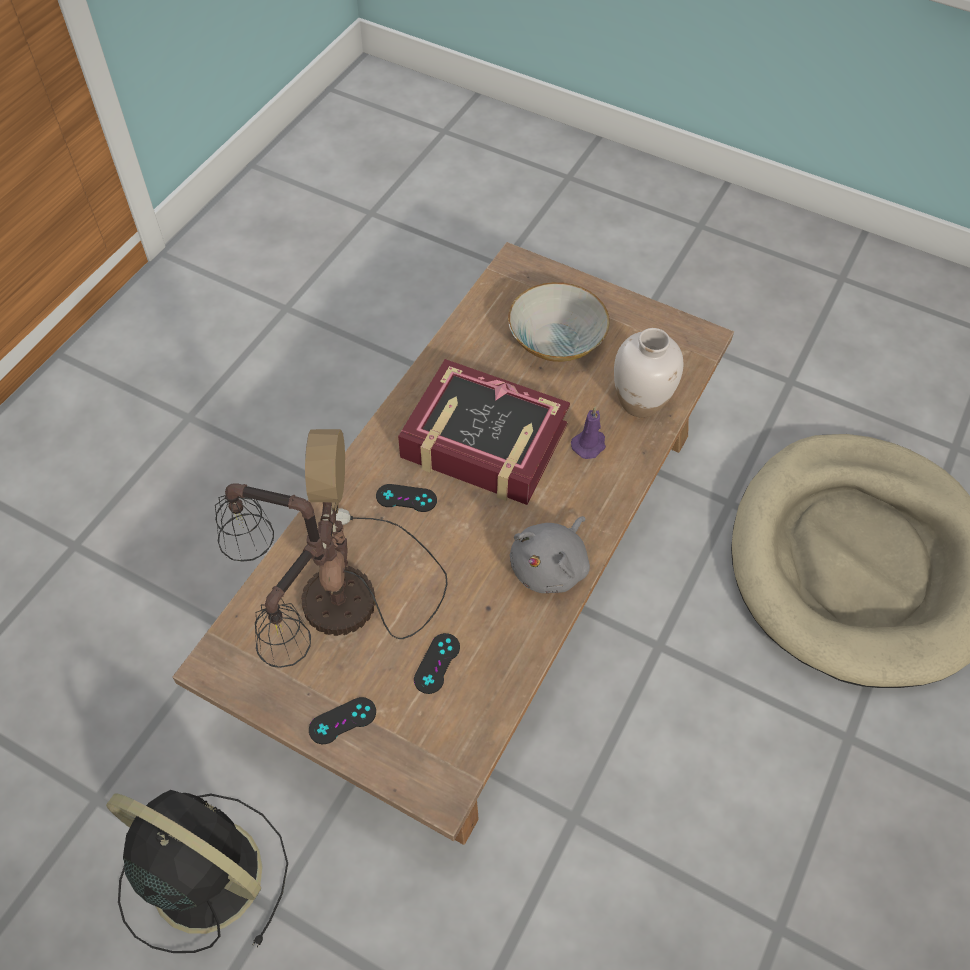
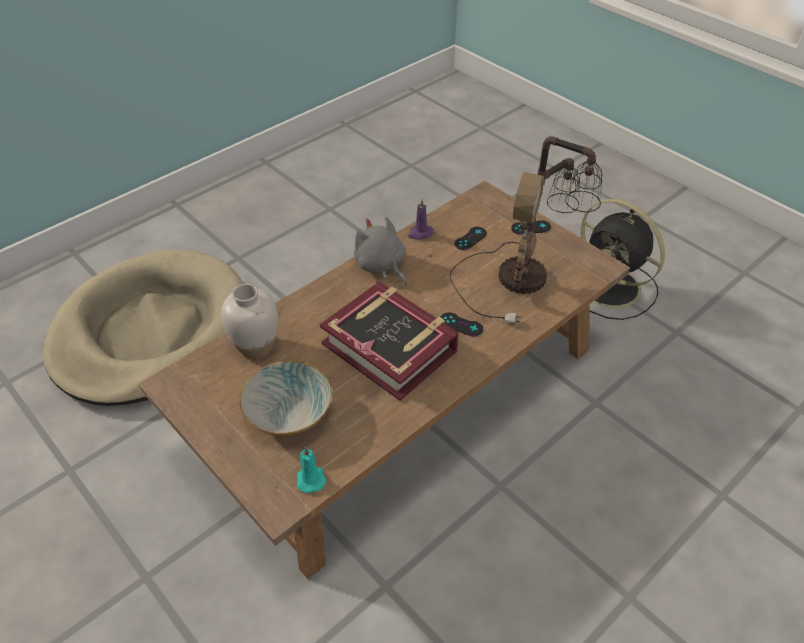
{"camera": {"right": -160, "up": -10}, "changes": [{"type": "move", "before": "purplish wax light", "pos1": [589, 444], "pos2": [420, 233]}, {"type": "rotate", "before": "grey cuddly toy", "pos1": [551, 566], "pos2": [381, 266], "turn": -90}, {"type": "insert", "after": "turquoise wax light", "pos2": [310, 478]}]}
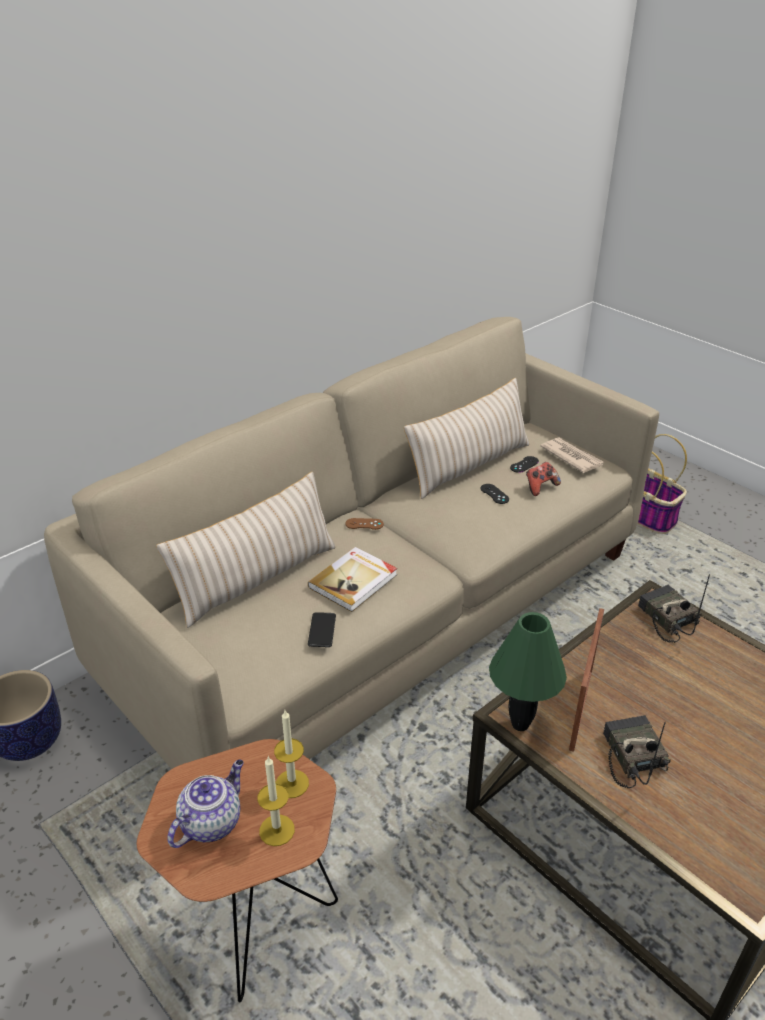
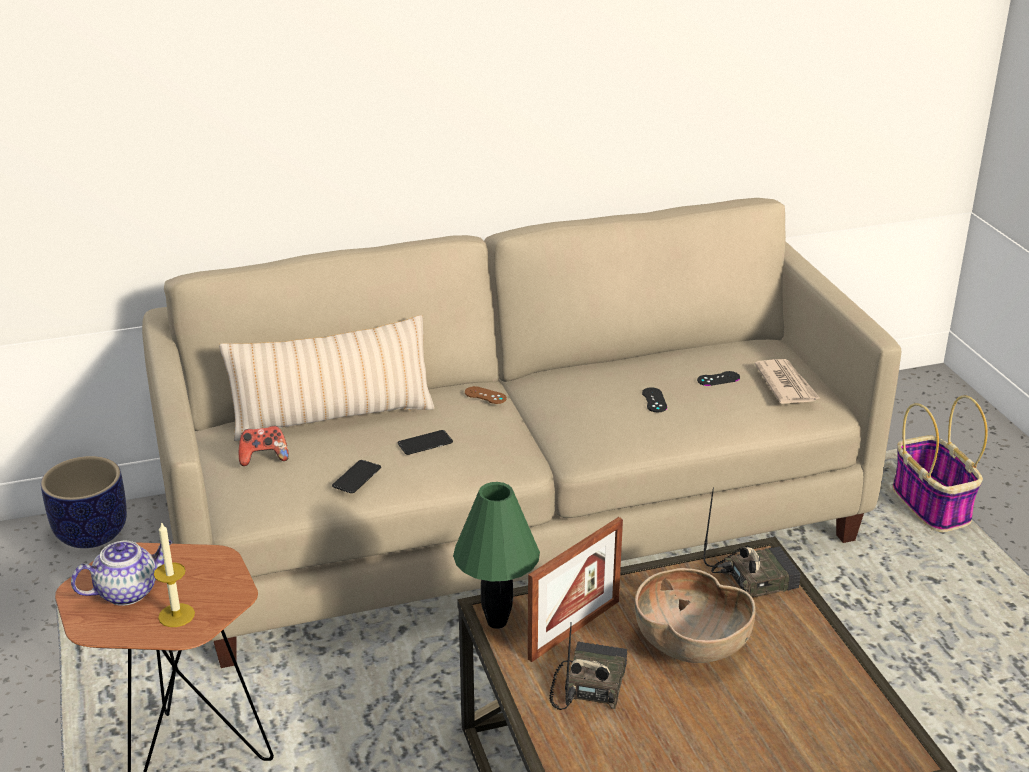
{"camera": {"right": 25, "up": -5}, "changes": [{"type": "delete", "before": "sand-coloured cushion", "pos1": [469, 466]}, {"type": "move", "before": "game controller", "pos1": [540, 487], "pos2": [264, 457]}, {"type": "replace", "before": "volume", "after": "phone", "pos1": [354, 581], "pos2": [425, 443]}, {"type": "rotate", "before": "radio set", "pos1": [665, 618], "pos2": [755, 578], "turn": 75}, {"type": "delete", "before": "wax light", "pos1": [292, 783]}, {"type": "insert", "after": "brown bowl", "pos2": [690, 645]}]}
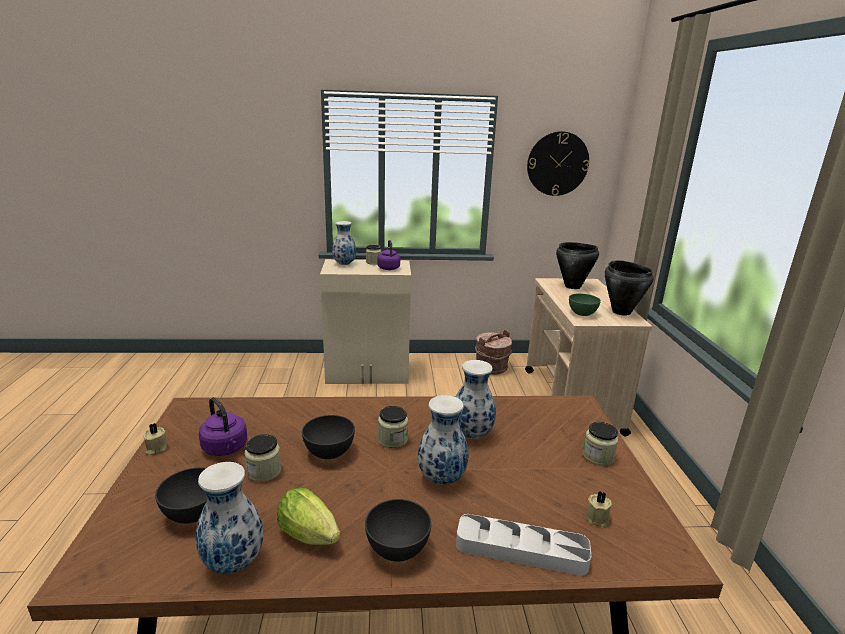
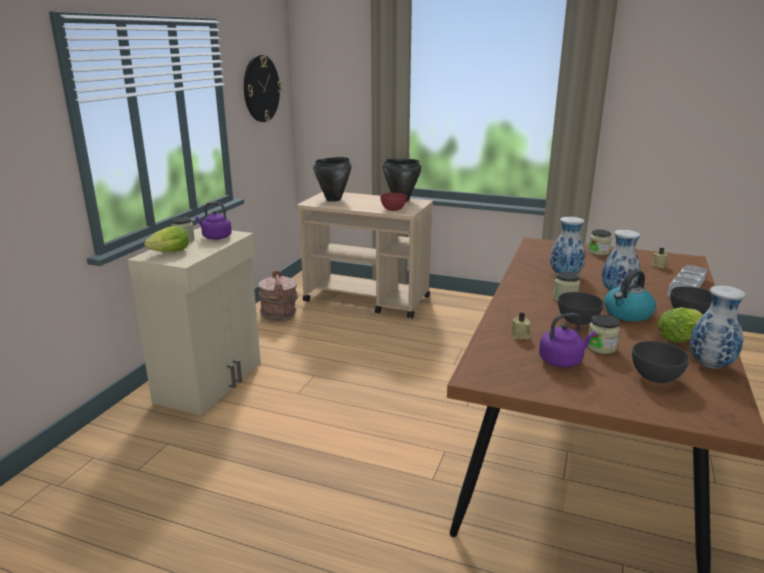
{"camera": {"right": -65, "up": 0}, "changes": [{"type": "replace", "before": "flower vase", "after": "lettuce", "pos1": [344, 264], "pos2": [168, 253]}, {"type": "recolor", "before": "greenish bowl", "after": "red bowl", "pos1": [582, 313], "pos2": [393, 209]}, {"type": "move", "before": "sand-coloured wax light", "pos1": [155, 448], "pos2": [520, 336]}, {"type": "insert", "after": "water kettle", "pos2": [627, 314]}]}
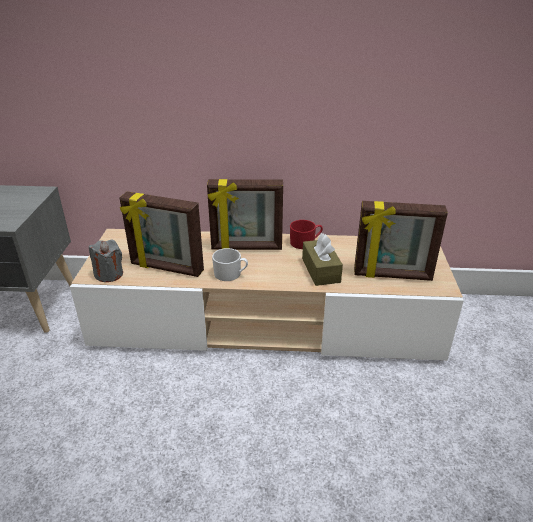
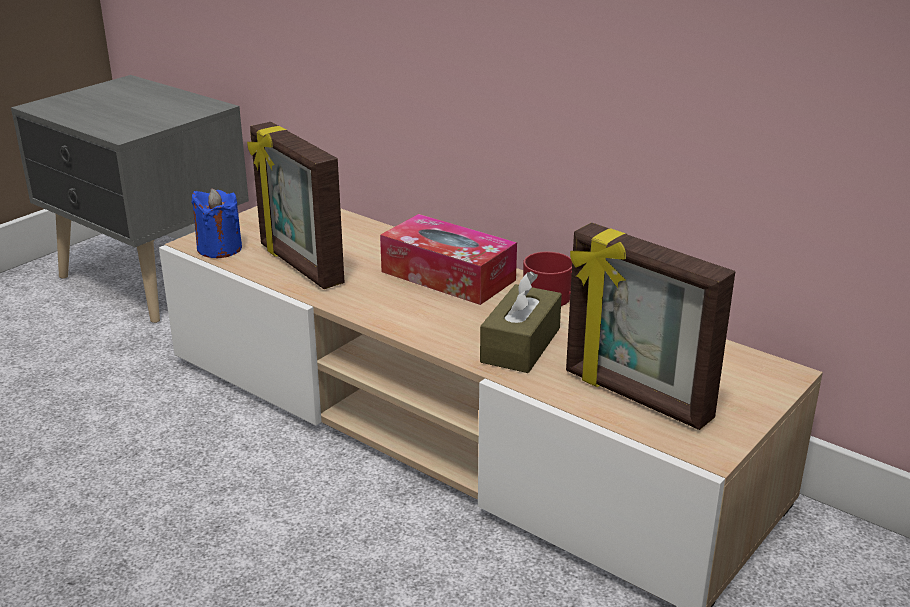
{"camera": {"right": 35, "up": -5}, "changes": [{"type": "replace", "before": "picture frame", "after": "tissue holder", "pos1": [246, 248], "pos2": [448, 276]}, {"type": "recolor", "before": "grey wax light", "after": "blue wax light", "pos1": [109, 274], "pos2": [219, 248]}, {"type": "delete", "before": "whitish tea mug", "pos1": [231, 274]}]}
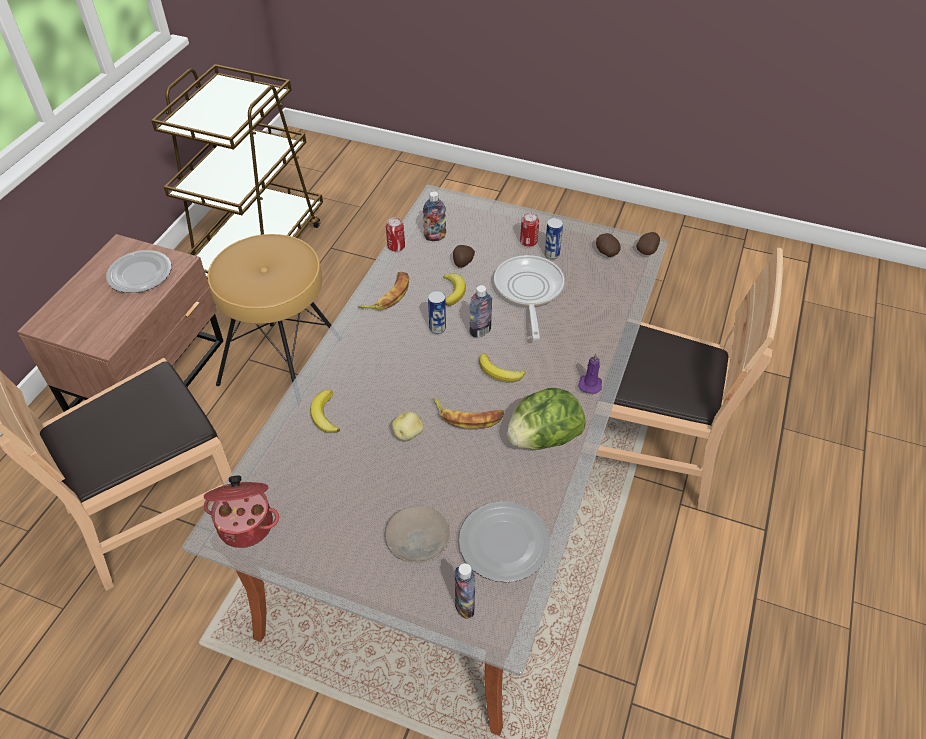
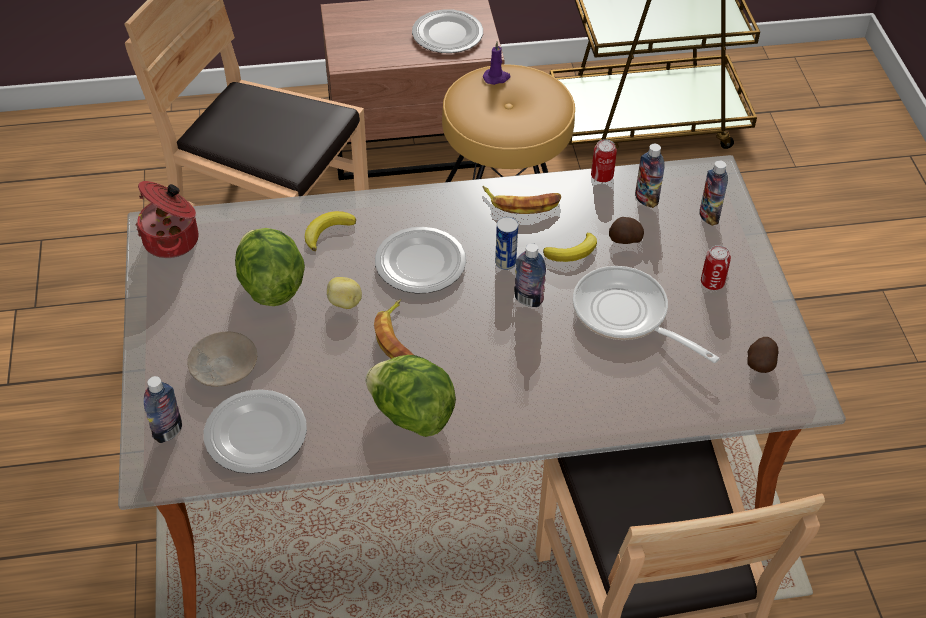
{"camera": {"right": 60, "up": 0}, "changes": [{"type": "delete", "before": "can", "pos1": [551, 254]}, {"type": "delete", "before": "potato", "pos1": [647, 250]}, {"type": "rotate", "before": "skillet", "pos1": [528, 291], "pos2": [626, 315], "turn": -105}, {"type": "delete", "before": "banana", "pos1": [499, 372]}, {"type": "move", "before": "purplish wax light", "pos1": [590, 383], "pos2": [496, 78]}, {"type": "insert", "after": "drink bottle", "pos2": [709, 216]}, {"type": "insert", "after": "flat dish", "pos2": [419, 263]}, {"type": "insert", "after": "lettuce", "pos2": [270, 285]}]}
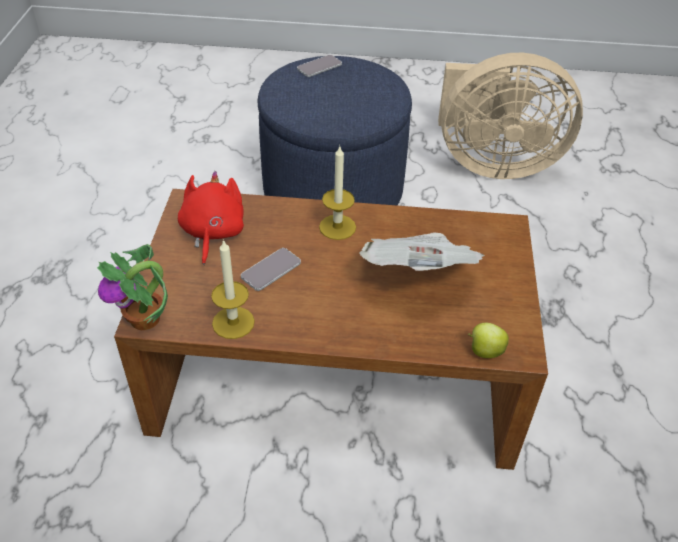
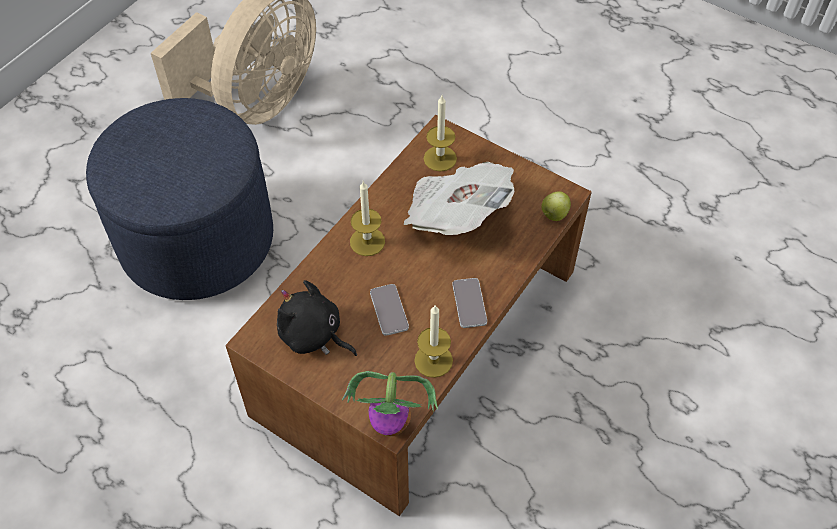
{"camera": {"right": -60, "up": 10}, "changes": [{"type": "move", "before": "phone", "pos1": [319, 67], "pos2": [469, 303]}, {"type": "recolor", "before": "red cuddly toy", "after": "black-coloured cuddly toy", "pos1": [212, 233], "pos2": [313, 335]}, {"type": "insert", "after": "wax light", "pos2": [440, 158]}]}
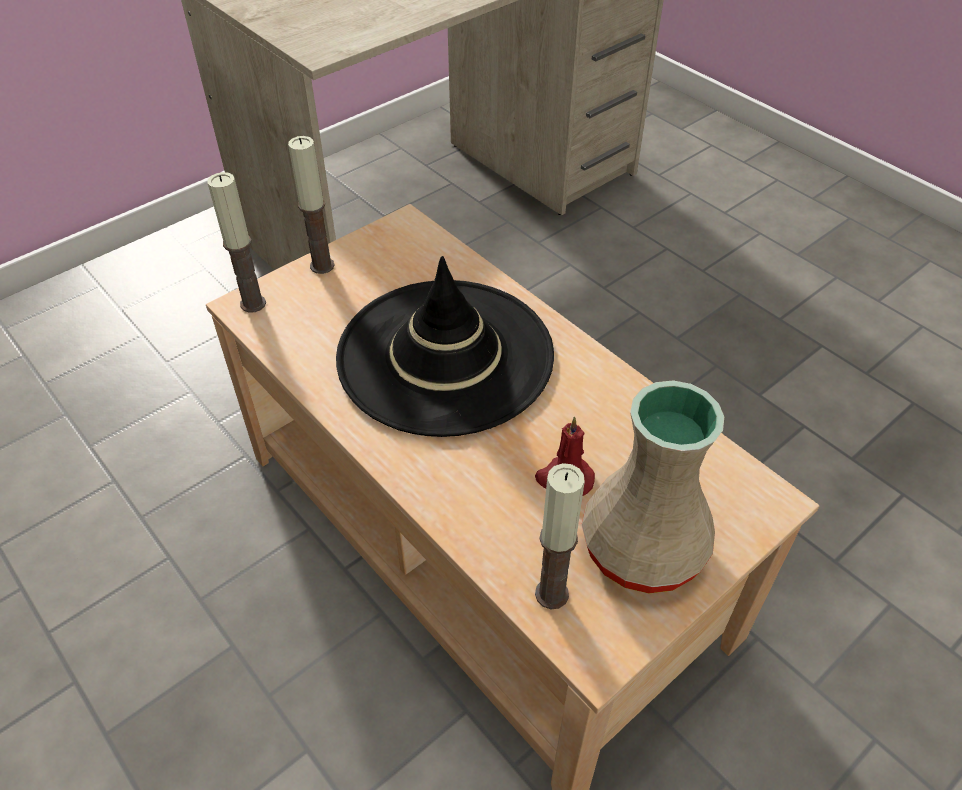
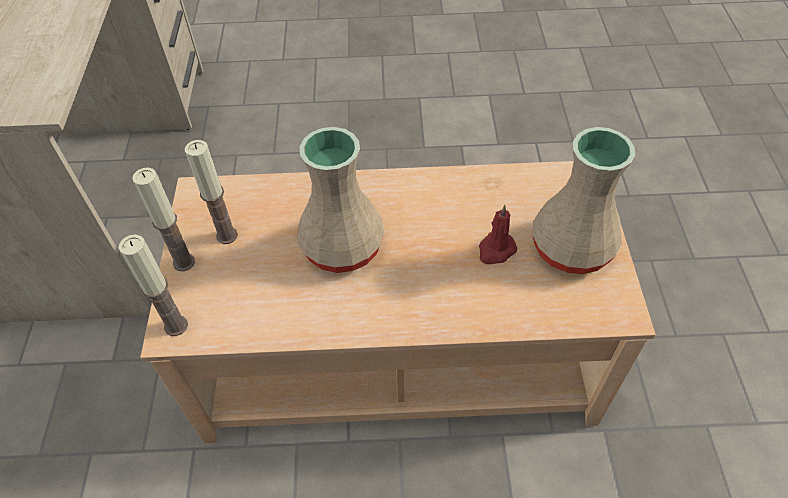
{"camera": {"right": -50, "up": 5}, "changes": [{"type": "replace", "before": "black-coloured hat", "after": "sand-coloured flower vase", "pos1": [445, 355], "pos2": [344, 245]}, {"type": "move", "before": "wax light", "pos1": [551, 594], "pos2": [227, 235]}]}
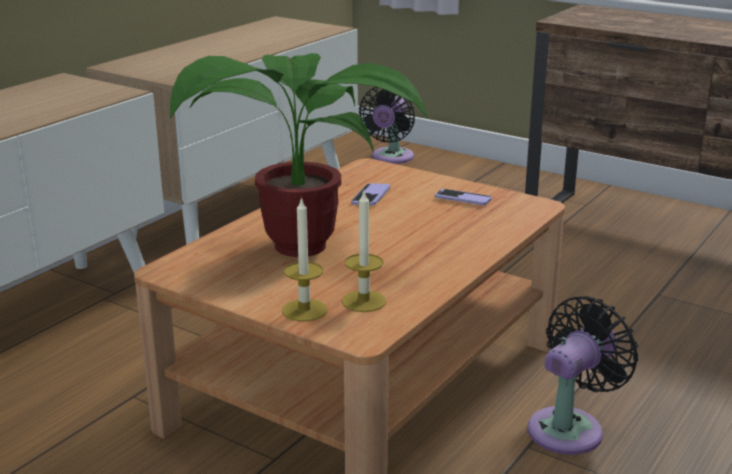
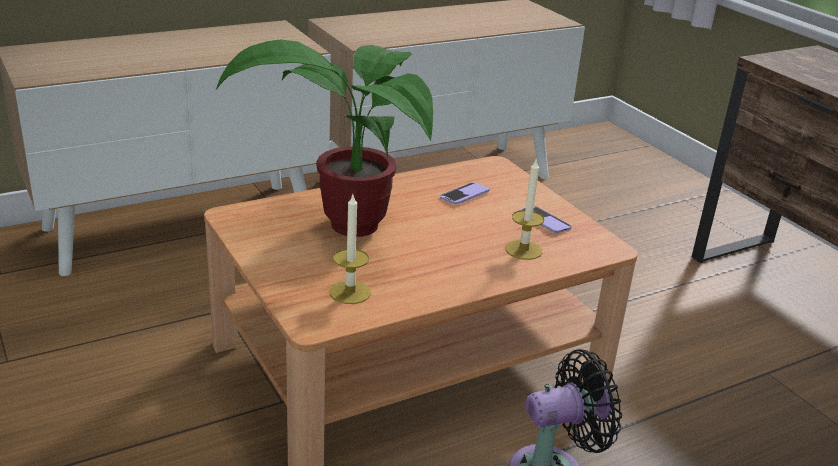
{"camera": {"right": 25, "up": 5}, "changes": [{"type": "delete", "before": "black-coloured electric fan", "pos1": [390, 158]}, {"type": "move", "before": "wax light", "pos1": [304, 310], "pos2": [523, 250]}]}
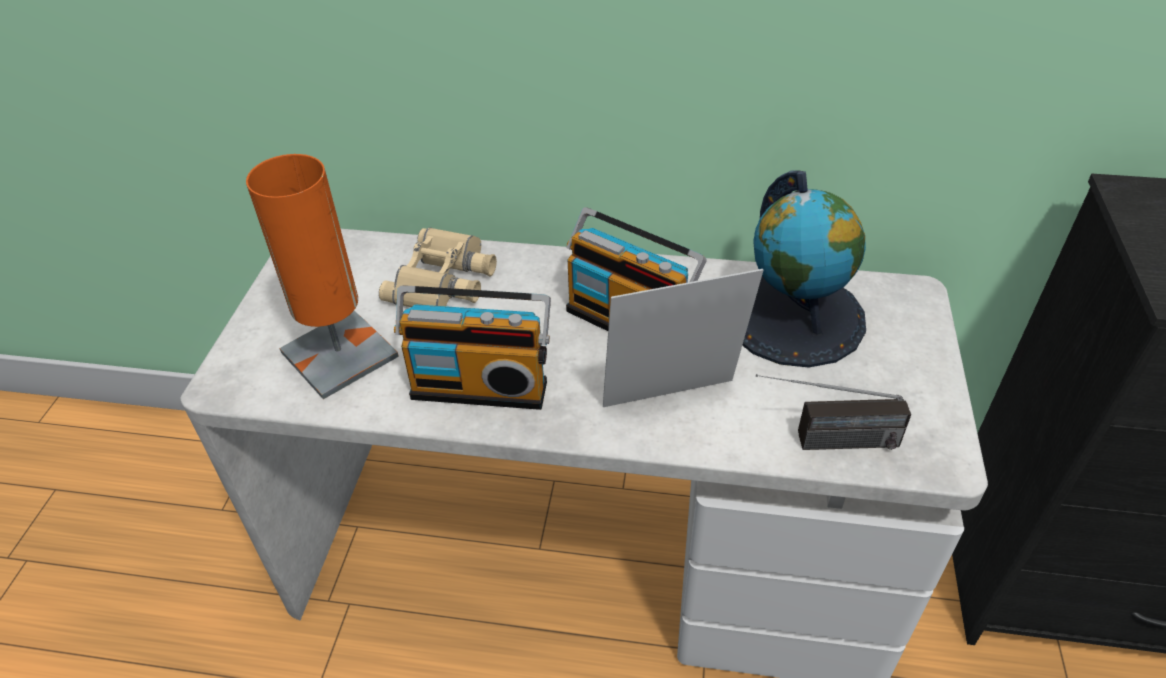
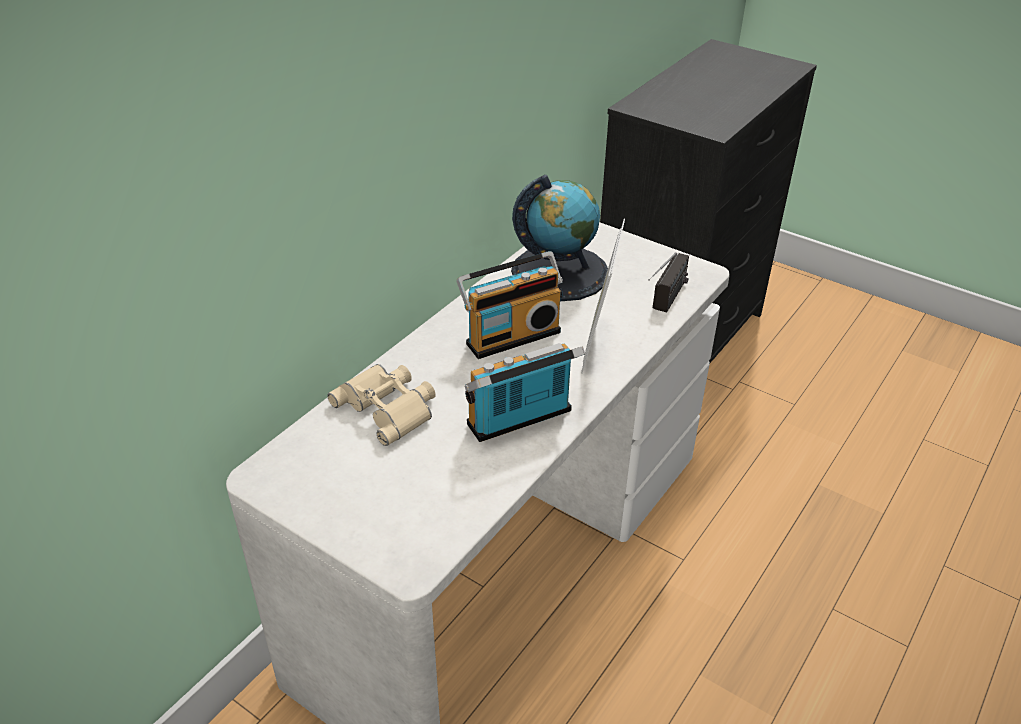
{"camera": {"right": -65, "up": -5}, "changes": [{"type": "delete", "before": "orange-coloured lamp for a table", "pos1": [339, 354]}, {"type": "rotate", "before": "radio set", "pos1": [481, 385], "pos2": [522, 421], "turn": -150}]}
